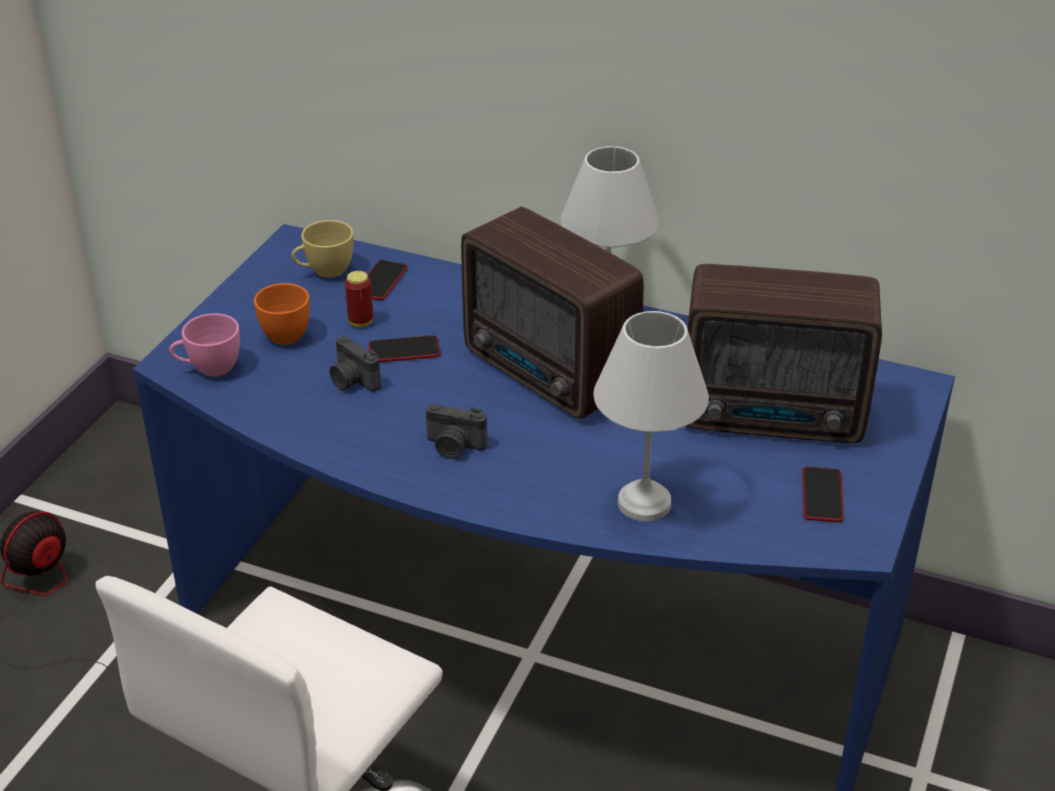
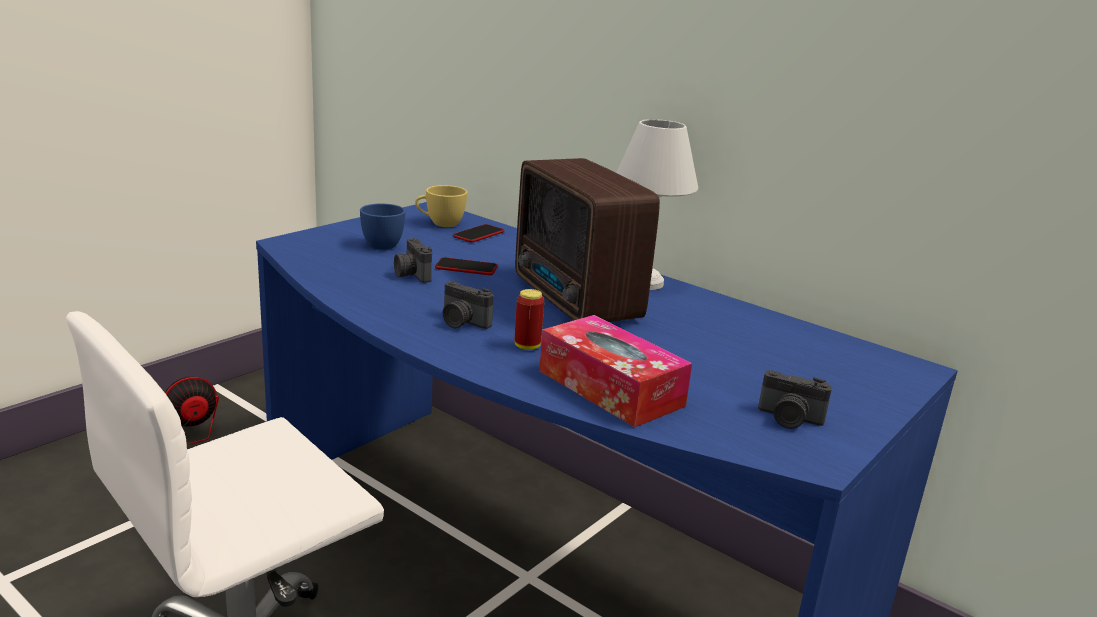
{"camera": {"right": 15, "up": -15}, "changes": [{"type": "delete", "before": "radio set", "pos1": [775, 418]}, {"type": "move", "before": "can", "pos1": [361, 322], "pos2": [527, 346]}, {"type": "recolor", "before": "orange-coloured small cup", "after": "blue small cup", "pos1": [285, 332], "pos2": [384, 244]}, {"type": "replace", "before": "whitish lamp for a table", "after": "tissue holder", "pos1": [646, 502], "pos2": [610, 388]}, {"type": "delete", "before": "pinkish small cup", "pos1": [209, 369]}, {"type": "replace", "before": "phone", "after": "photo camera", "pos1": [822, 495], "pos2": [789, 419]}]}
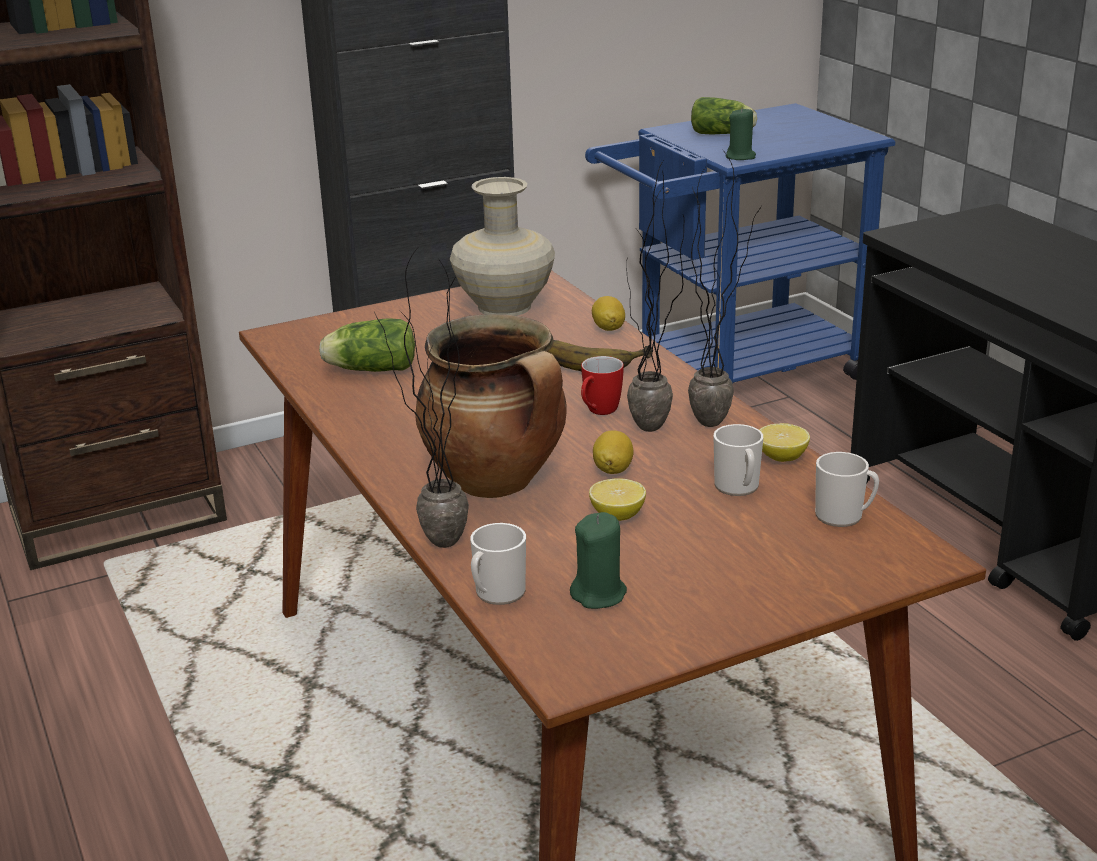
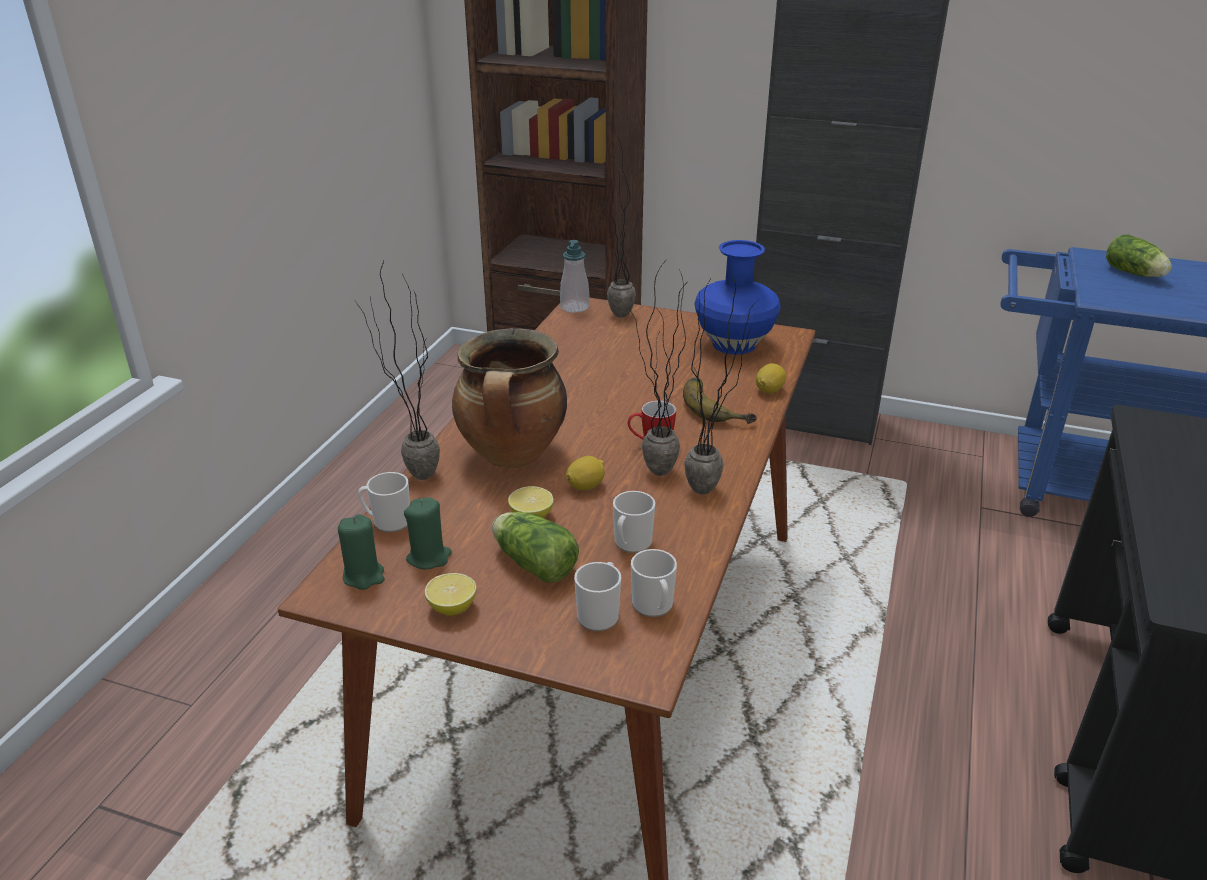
{"camera": {"right": 45, "up": 5}, "changes": [{"type": "move", "before": "greenish wax light", "pos1": [740, 157], "pos2": [364, 576]}, {"type": "recolor", "before": "sand-coloured flower vase", "after": "blue flower vase", "pos1": [503, 307], "pos2": [733, 344]}, {"type": "move", "before": "lettuce", "pos1": [369, 369], "pos2": [532, 562]}, {"type": "move", "before": "lemon", "pos1": [781, 457], "pos2": [452, 607]}, {"type": "insert", "after": "houseplant", "pos2": [620, 311]}, {"type": "insert", "after": "soap dispenser", "pos2": [574, 307]}, {"type": "insert", "after": "tea mug", "pos2": [600, 614]}]}
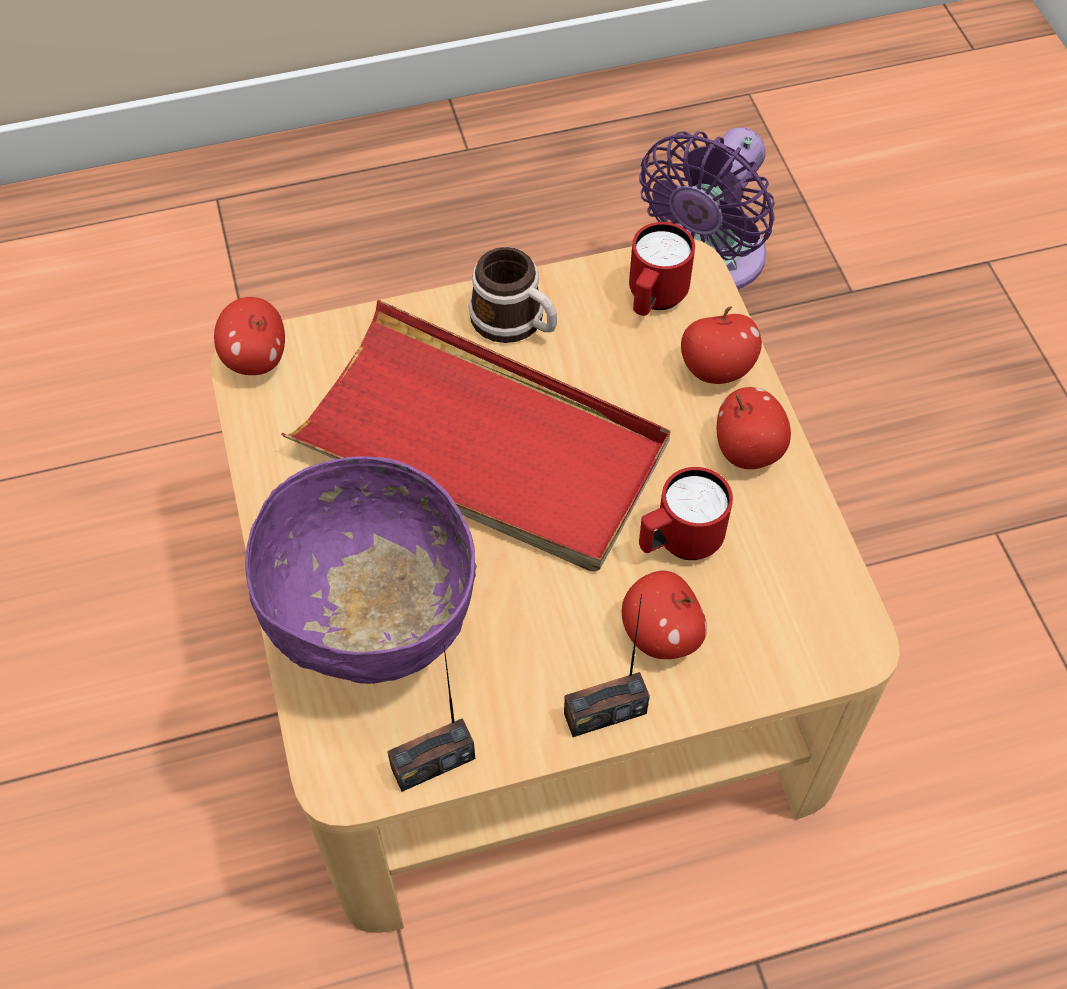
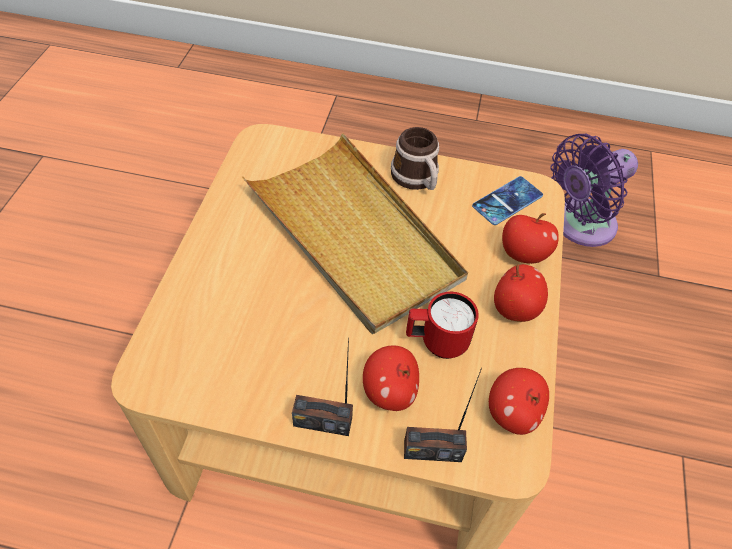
{"camera": {"right": 25, "up": -5}, "changes": [{"type": "replace", "before": "red tea mug", "after": "phone", "pos1": [654, 300], "pos2": [507, 201]}, {"type": "move", "before": "apple", "pos1": [255, 359], "pos2": [512, 413]}, {"type": "recolor", "before": "red tray", "after": "sand-coloured tray", "pos1": [481, 446], "pos2": [353, 234]}, {"type": "delete", "before": "purplish bowl", "pos1": [376, 632]}, {"type": "move", "before": "radio set", "pos1": [433, 762], "pos2": [432, 450]}]}
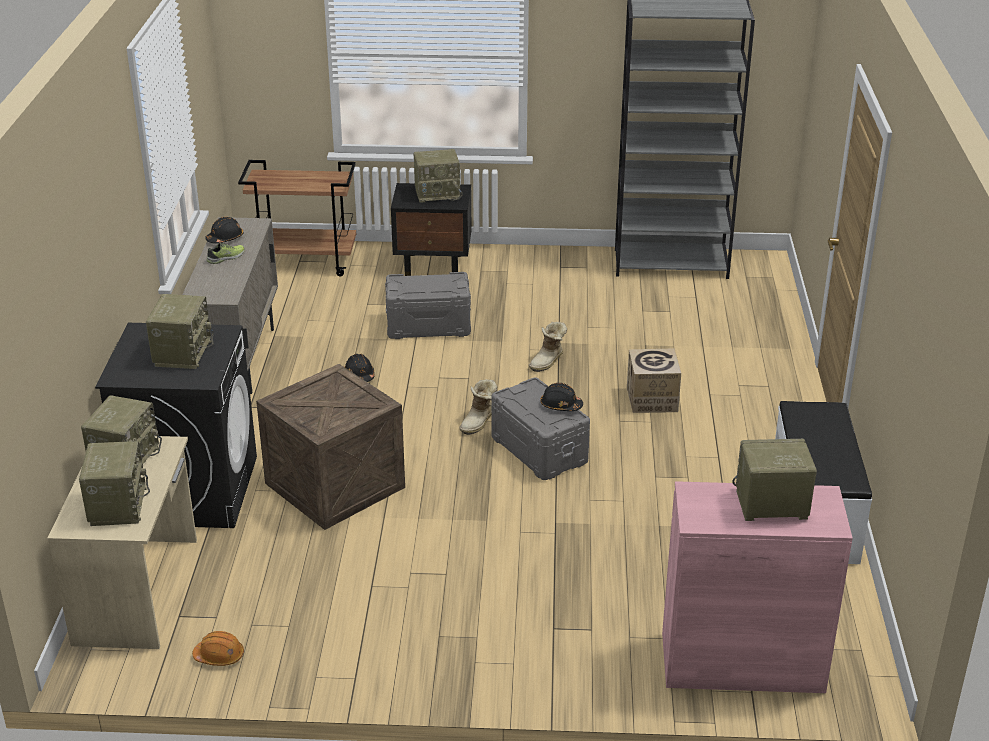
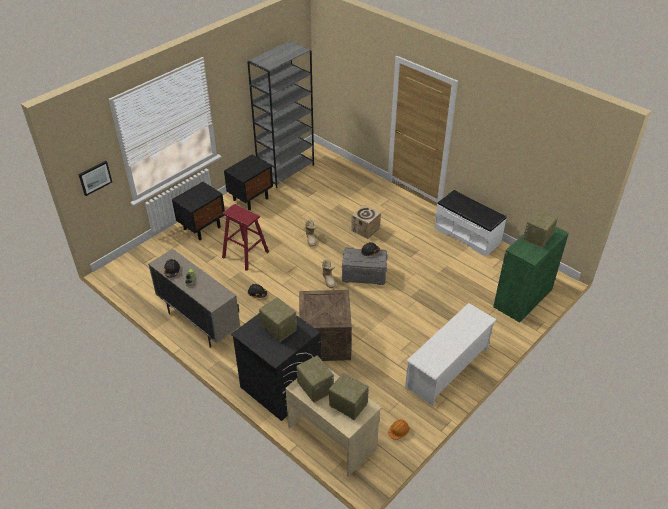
{"camera": {"right": -50, "up": 10}, "changes": [{"type": "delete", "before": "radio set", "pos1": [438, 193]}, {"type": "delete", "before": "brown wheeled cart", "pos1": [306, 262]}, {"type": "replace", "before": "grey storage container", "after": "red stool seat", "pos1": [428, 325], "pos2": [245, 254]}, {"type": "recolor", "before": "pinkish cupboard", "after": "greenish cupboard", "pos1": [742, 662], "pos2": [523, 298]}, {"type": "insert", "after": "black-coloured nightstand", "pos2": [251, 199]}, {"type": "insert", "after": "wall art", "pos2": [95, 178]}, {"type": "insert", "after": "whitish shoe shelf", "pos2": [447, 369]}]}
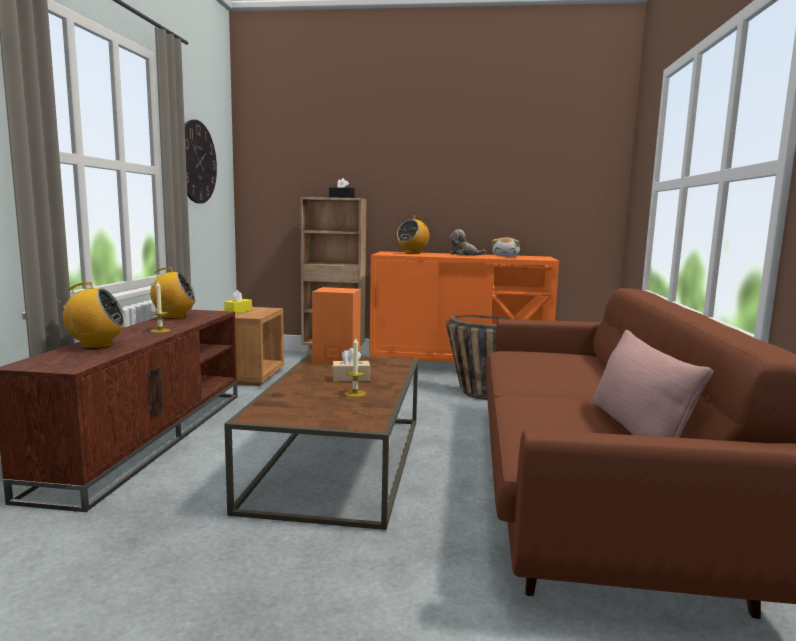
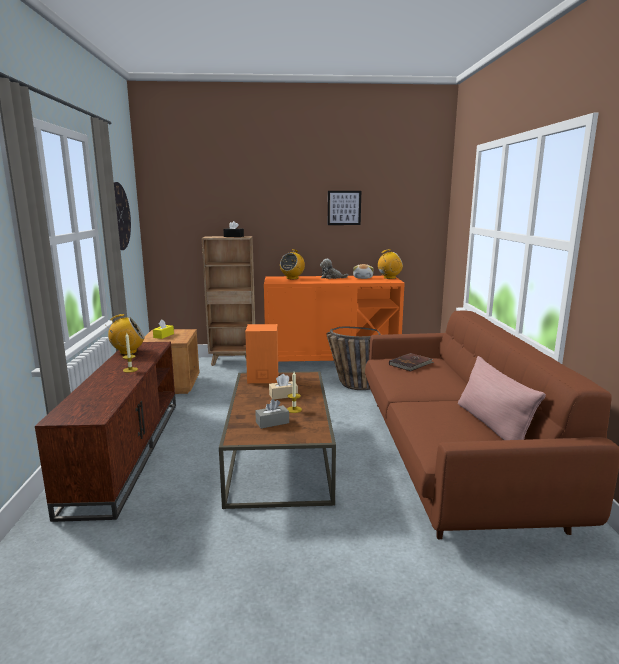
{"camera": {"right": -10, "up": 5}, "changes": [{"type": "move", "before": "radio set", "pos1": [96, 346], "pos2": [389, 278]}, {"type": "insert", "after": "wall art", "pos2": [344, 208]}, {"type": "insert", "after": "brown volume", "pos2": [411, 364]}, {"type": "insert", "after": "grey tissue holder", "pos2": [272, 422]}]}
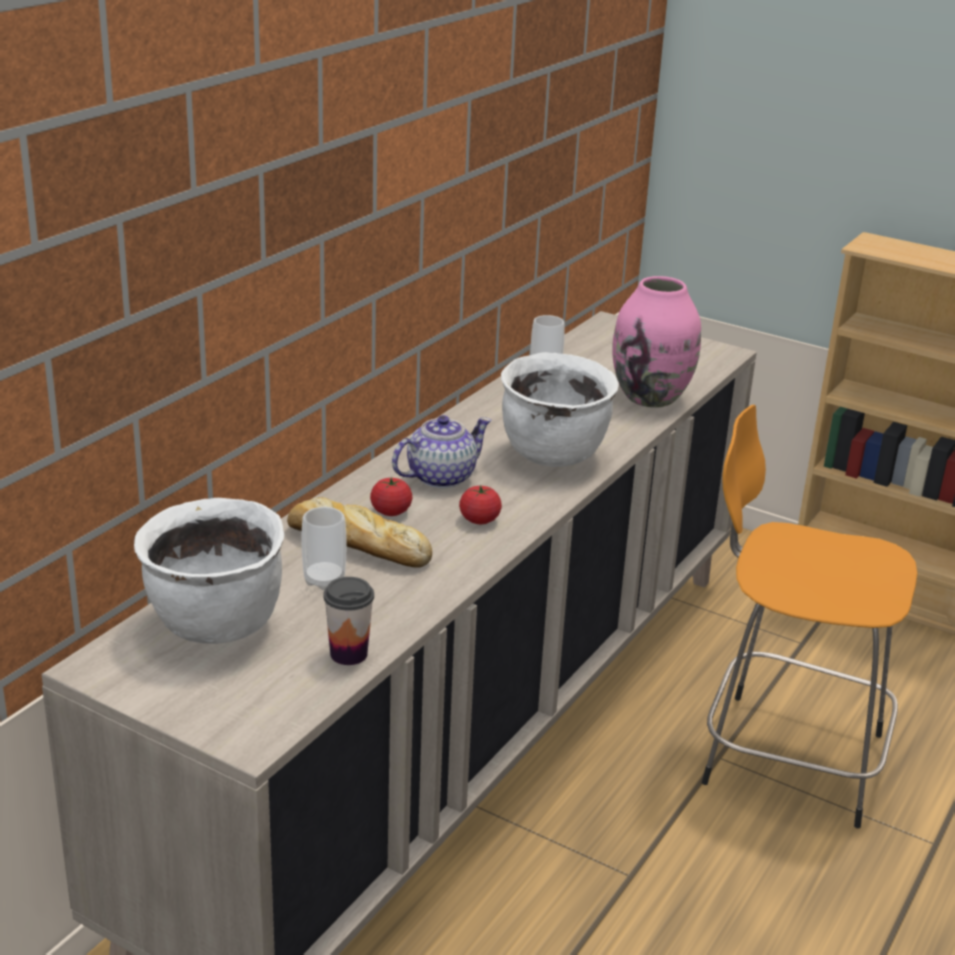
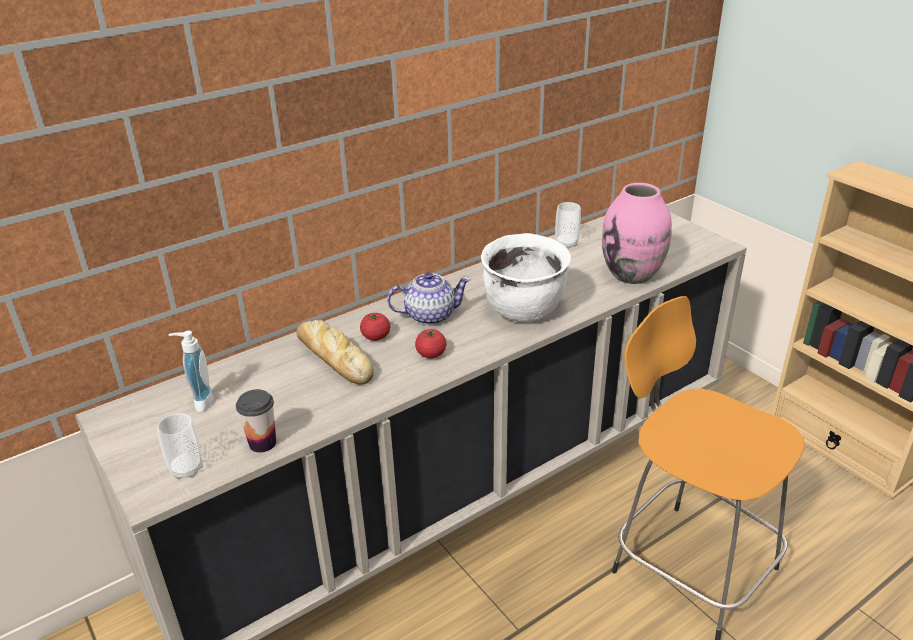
{"camera": {"right": 25, "up": 5}, "changes": [{"type": "replace", "before": "whitish saucepot", "after": "soap dispenser", "pos1": [216, 625], "pos2": [199, 401]}, {"type": "move", "before": "small cup", "pos1": [324, 580], "pos2": [187, 469]}]}
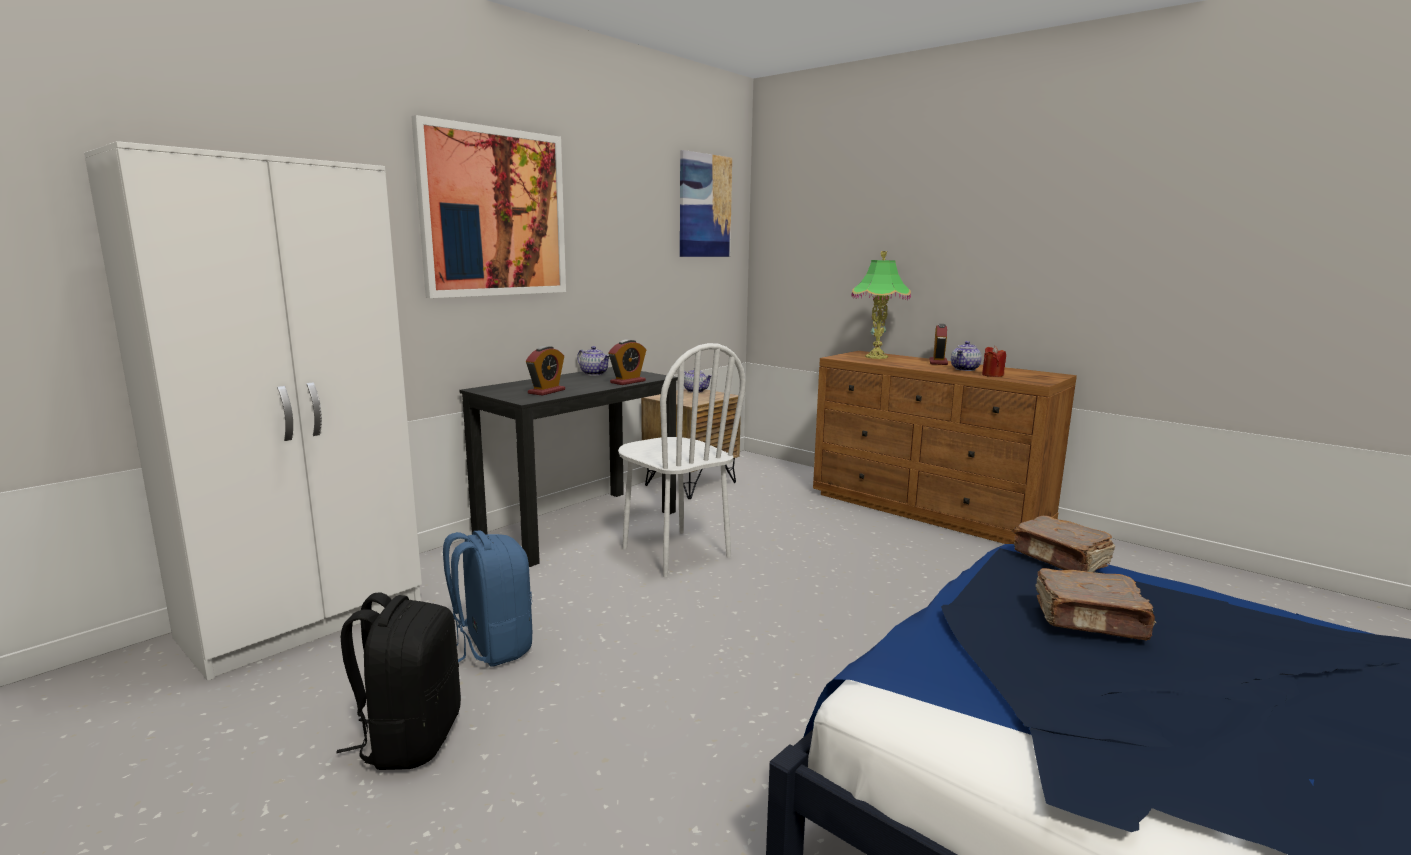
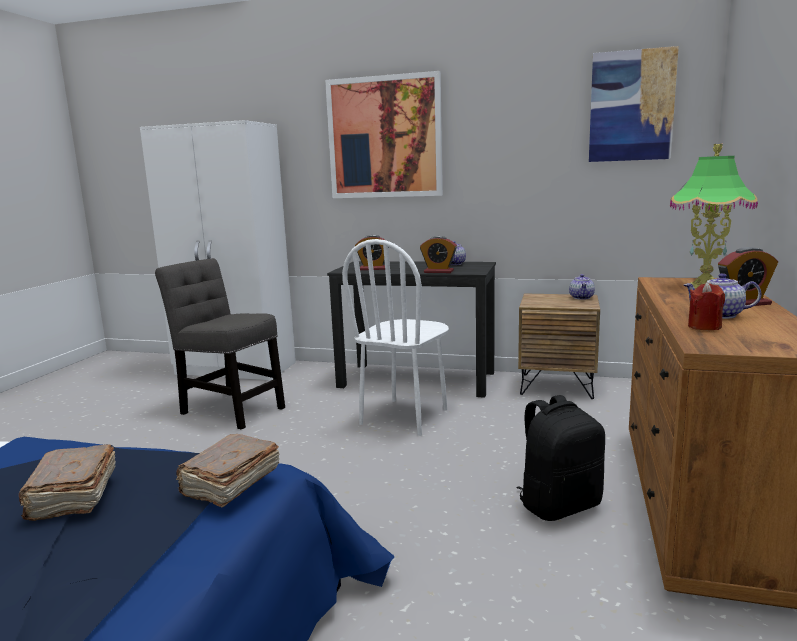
{"camera": {"right": 65, "up": 0}, "changes": [{"type": "replace", "before": "blue backpack", "after": "grey upright chair", "pos1": [491, 647], "pos2": [230, 409]}, {"type": "move", "before": "black-coloured backpack", "pos1": [410, 739], "pos2": [559, 505]}]}
